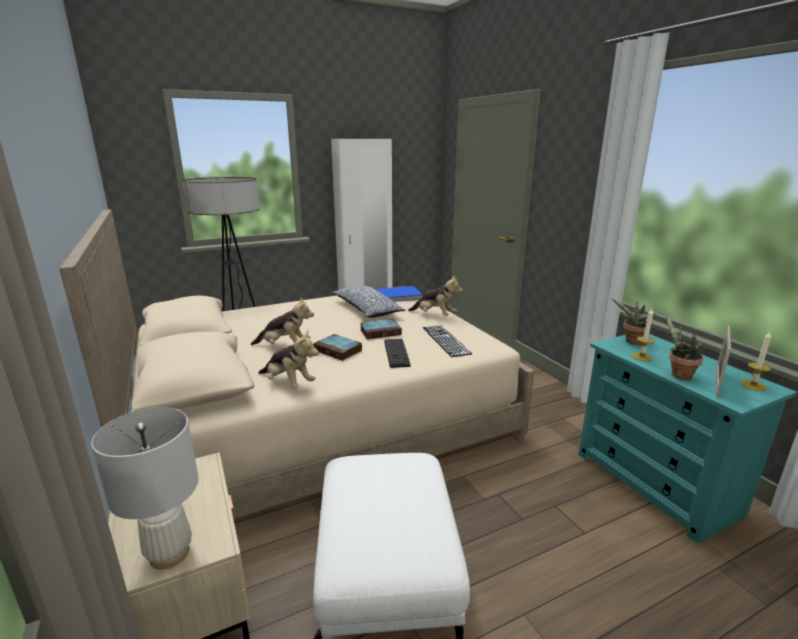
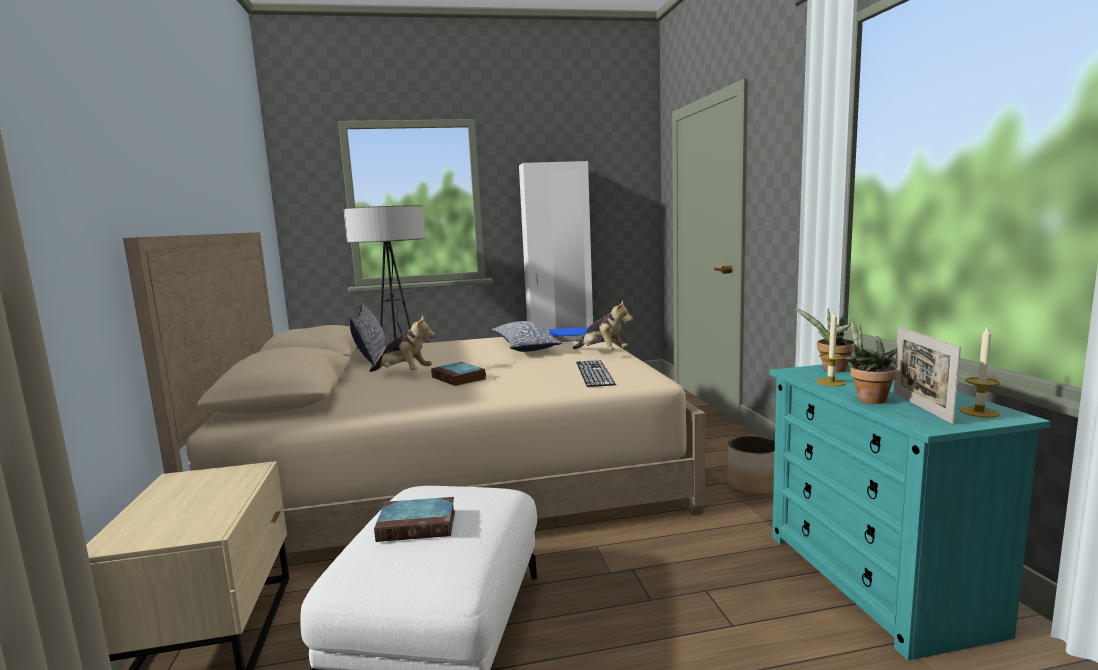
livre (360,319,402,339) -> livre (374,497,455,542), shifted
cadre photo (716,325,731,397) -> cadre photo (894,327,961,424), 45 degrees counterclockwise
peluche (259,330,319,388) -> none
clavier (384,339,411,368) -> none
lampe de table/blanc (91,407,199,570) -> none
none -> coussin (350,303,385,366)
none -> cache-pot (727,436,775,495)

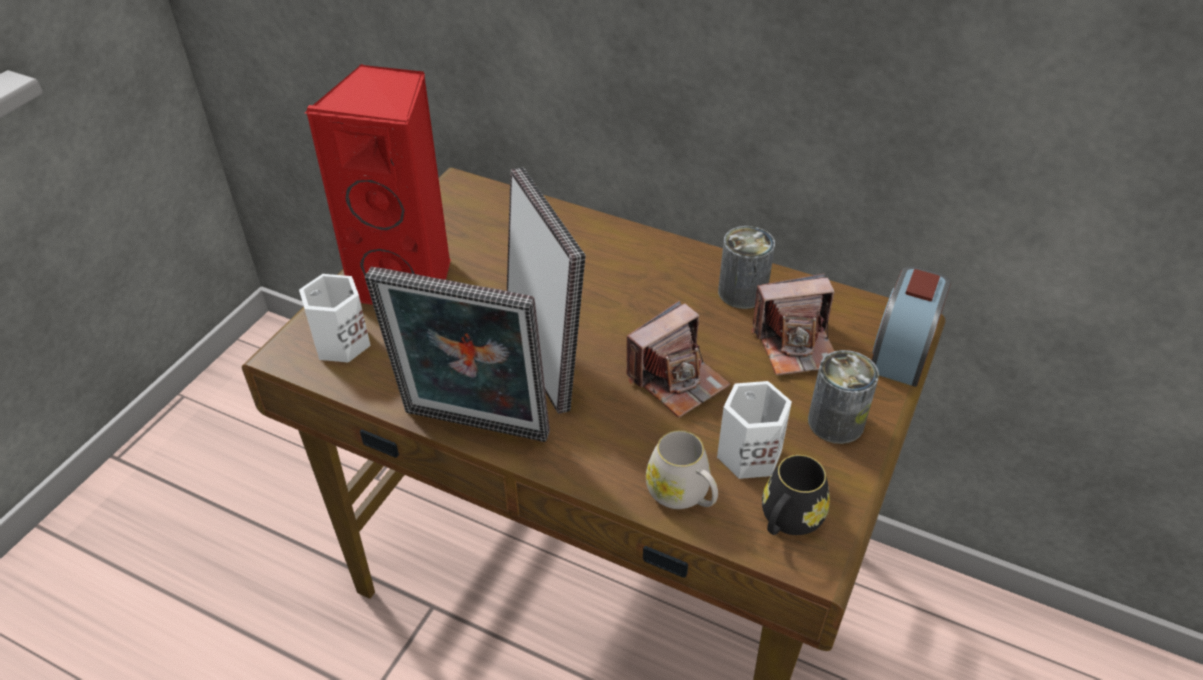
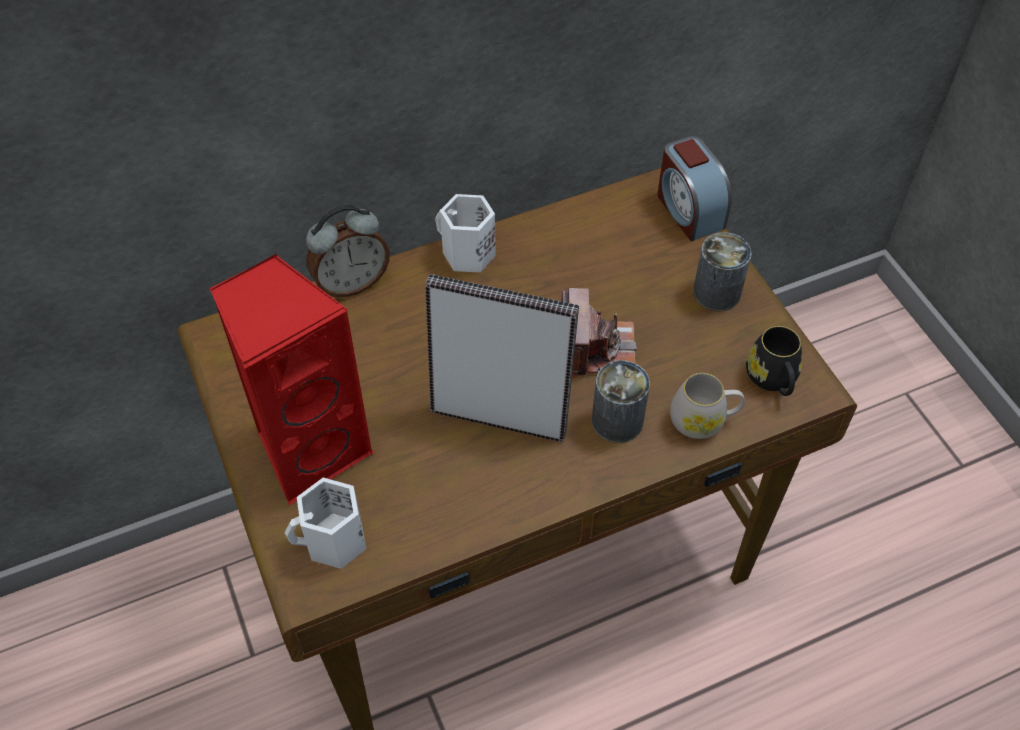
boîte métallique (718,226,775,309) -> boîte métallique (592,360,650,443), shifted
cadre photo (365,267,550,442) -> none
appareil photo (751,274,834,375) -> none
mug/blanc (717,381,792,479) -> mug/blanc (435,194,496,273), shifted
none -> réveil (306,205,390,297)

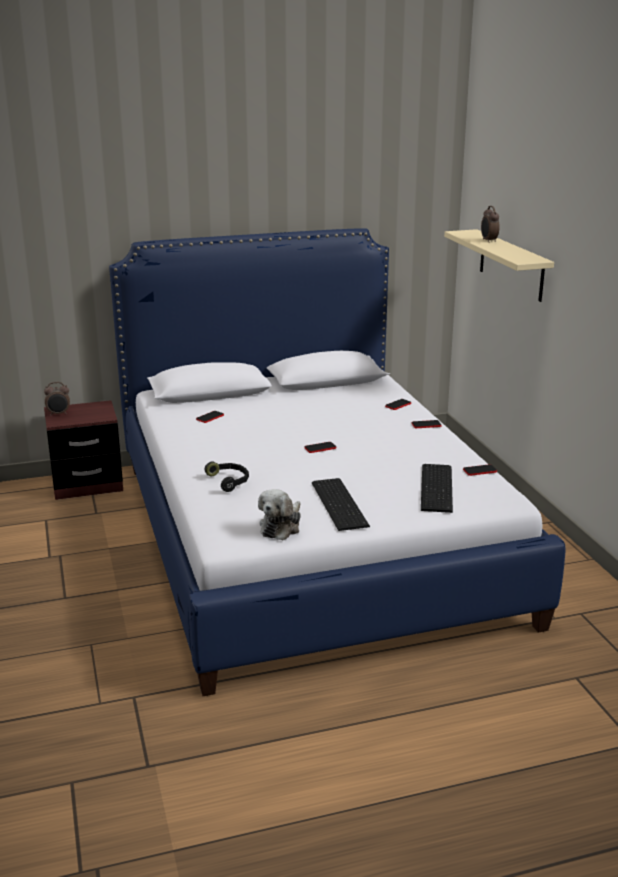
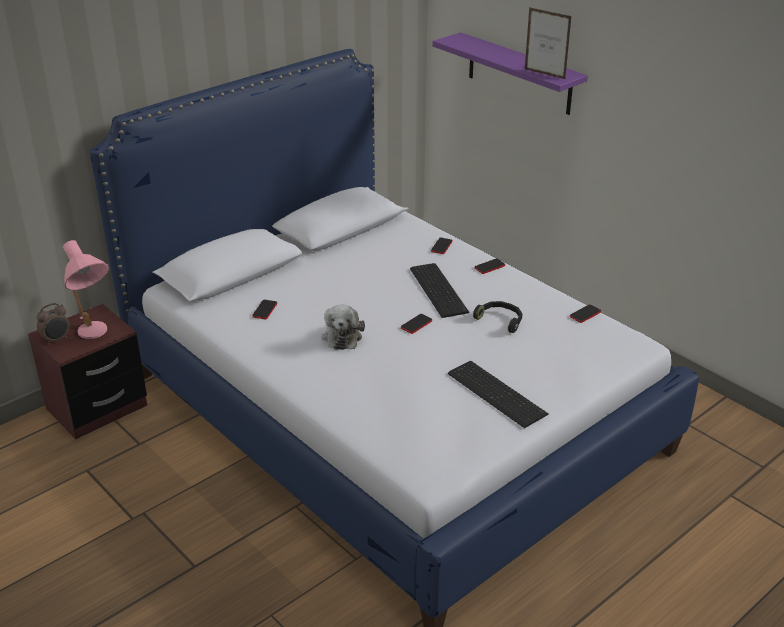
réveil (481,206,499,243) -> none
étagère/beige (444,229,554,302) -> étagère/violet (432,32,588,115)
casque audio/noir (205,462,249,492) -> casque audio/noir (473,301,523,333), shifted
clavier (421,464,453,513) -> clavier (410,263,470,318), shifted
peluche (258,489,301,540) -> peluche (322,304,365,350), shifted
none -> cadre photo (525,7,572,79)
none -> lampe de table/rose (63,240,109,339)

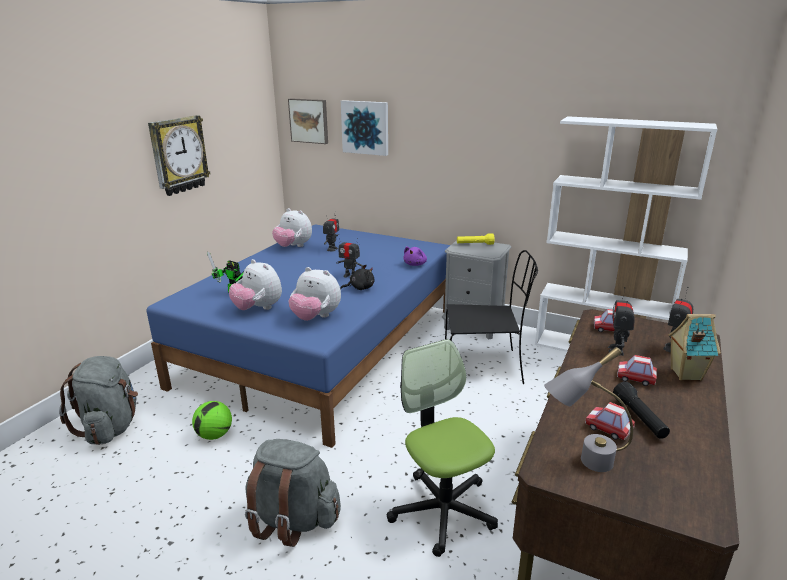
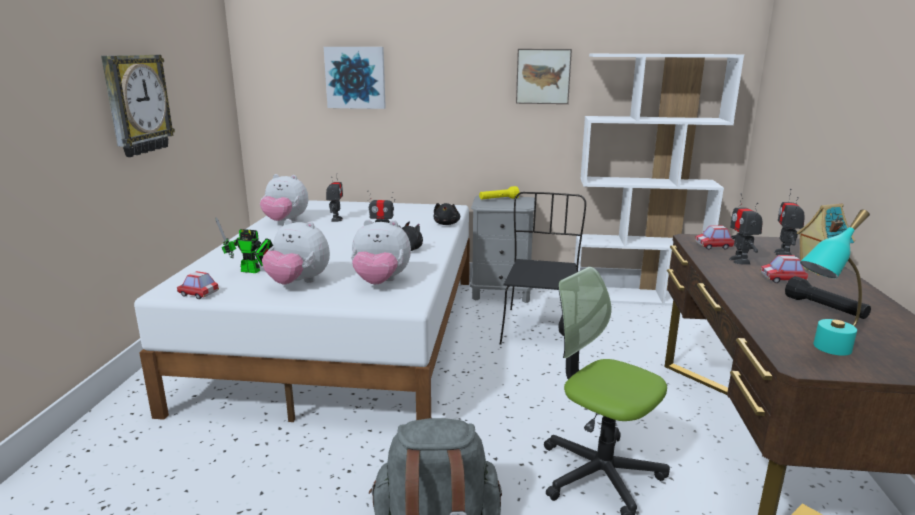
tableau (288,98,328,144) -> tableau (516,49,572,104), shifted
lit/bleu (147,225,451,448) -> lit/blanc (134,200,470,422)
peluche/violet (404,246,427,266) -> peluche/noir (434,203,460,225)
chaise/noir (445,250,538,384) -> chaise/noir (500,192,586,345), 60 degrees counterclockwise
lampe de table/gris (544,347,633,472) -> lampe de table/turquoise (800,210,870,356)
sac à dos/gris (59,356,138,445) -> none
ballon de foot (192,401,232,440) -> none
petite voiture (585,402,635,440) -> petite voiture (177,271,219,299), shifted

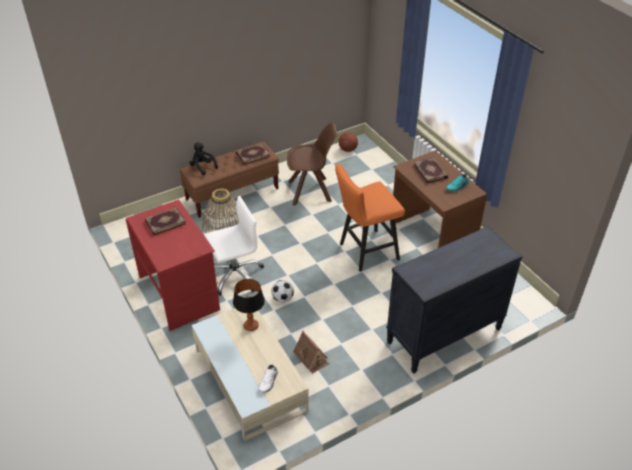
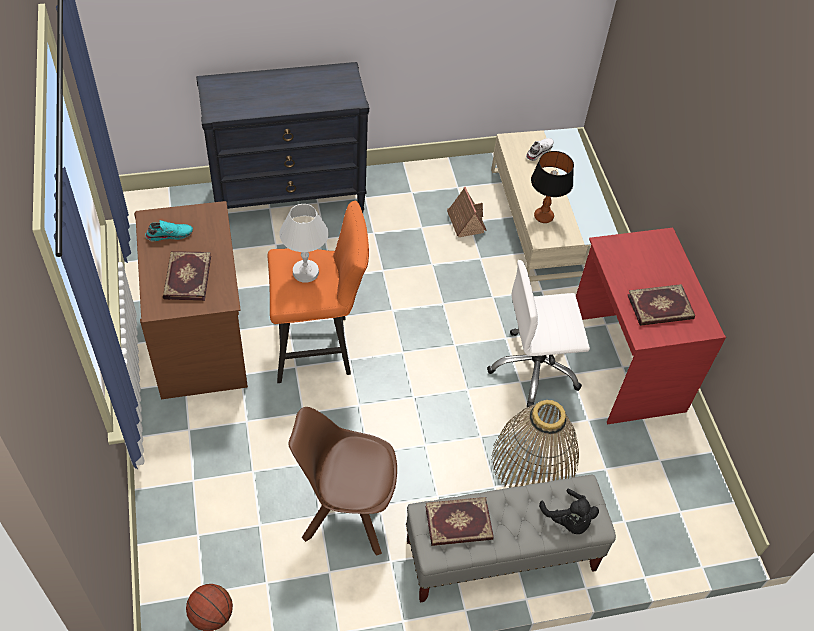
banc/marron (180,142,279,218) -> banc/gris (406,475,616,603)
ballon de foot (271,280,294,303) -> none
none -> lampe de table/blanc (279,204,329,283)

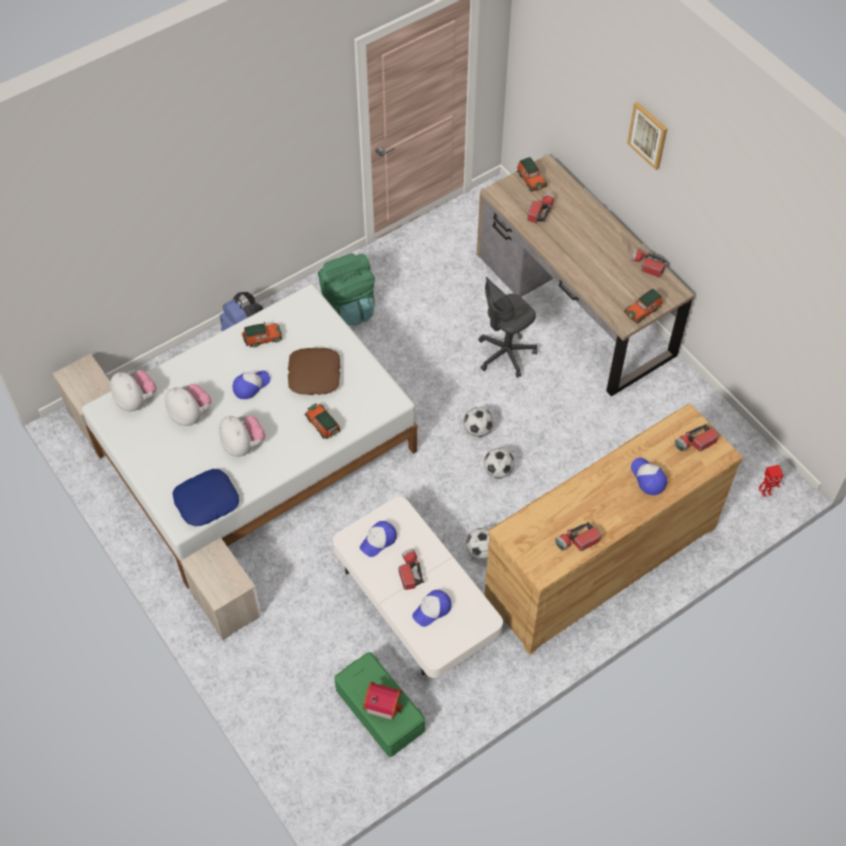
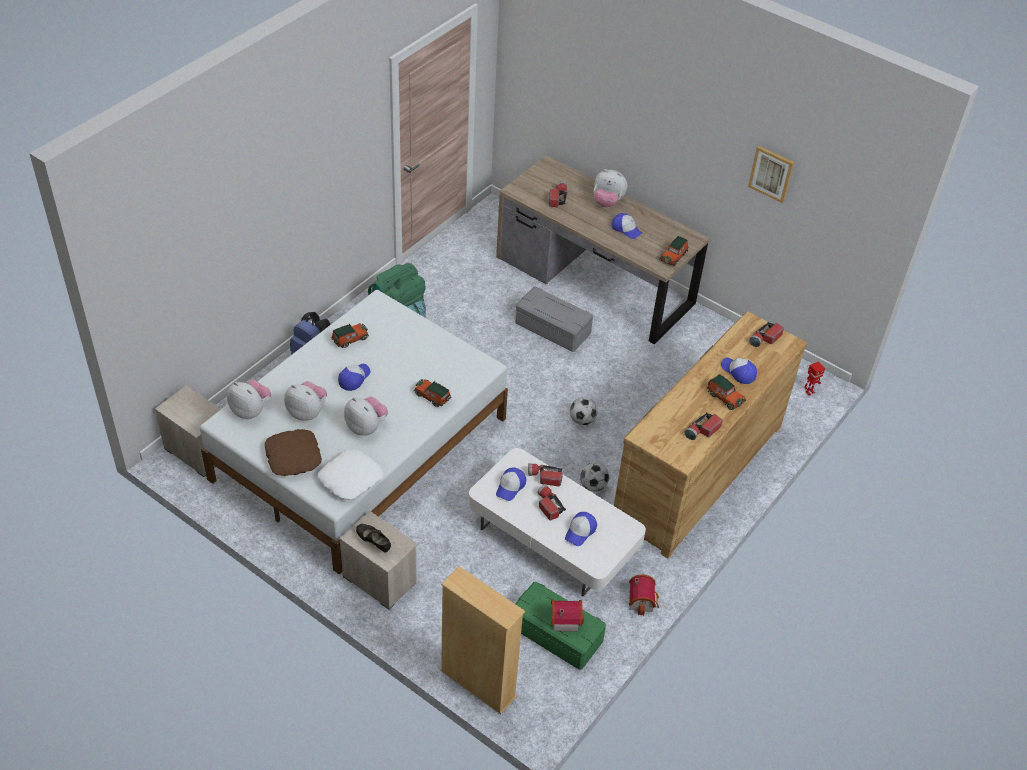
tableau (627,102,668,170) -> tableau (748,146,794,203), shifted
petite voiture (517,157,547,192) -> petite voiture (707,374,746,410), shifted
lampe de poche (632,249,667,277) -> lampe de poche (528,463,563,486), shifted
chaise de bureau/gris (478,277,538,378) -> boîte de rangement/gris (515,287,593,352)
coussin/marron (288,348,340,395) -> coussin/marron (264,429,322,476), shifted
ballon de foot (464,407,493,437) -> none
coussin/bleu (172,469,239,526) -> coussin/blanc (318,449,383,500)
none -> peluche (594,169,627,207)
none -> casquette (612,213,642,239)
none -> chaussure/noir (356,524,391,553)
none -> bibliothèque/beige (440,566,525,714)
none -> maison miniature (629,574,659,616)

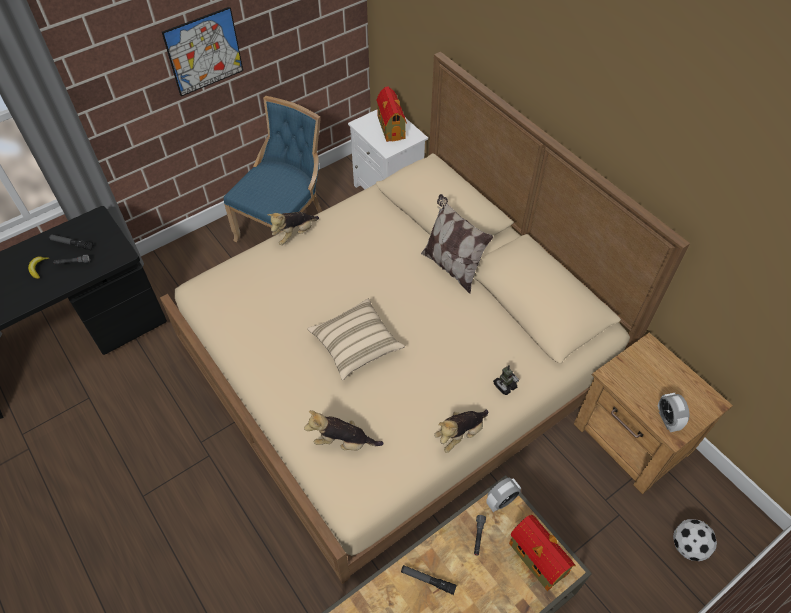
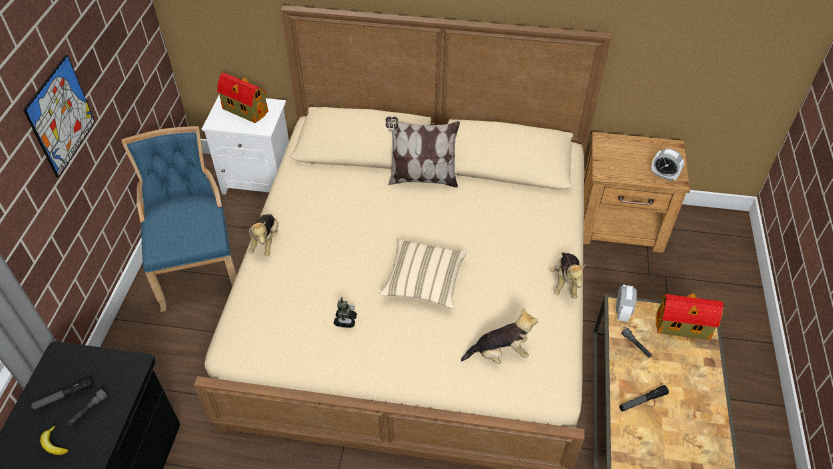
robot jouet (493,365,519,395) -> robot jouet (334,297,357,328), shifted
peluche (304,410,383,450) -> peluche (461,308,538,364), 150 degrees counterclockwise
ballon de foot (673,519,717,561) -> none

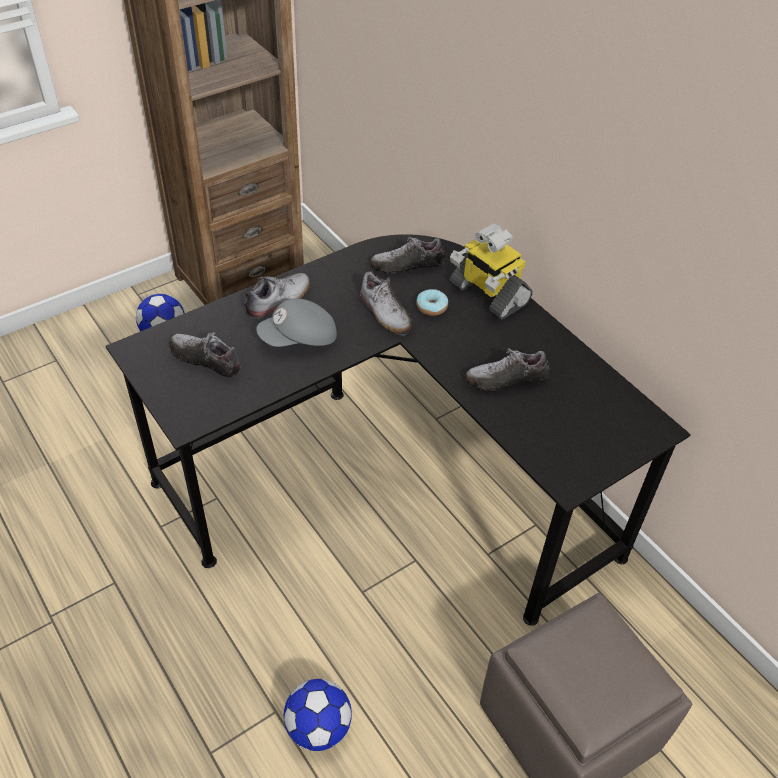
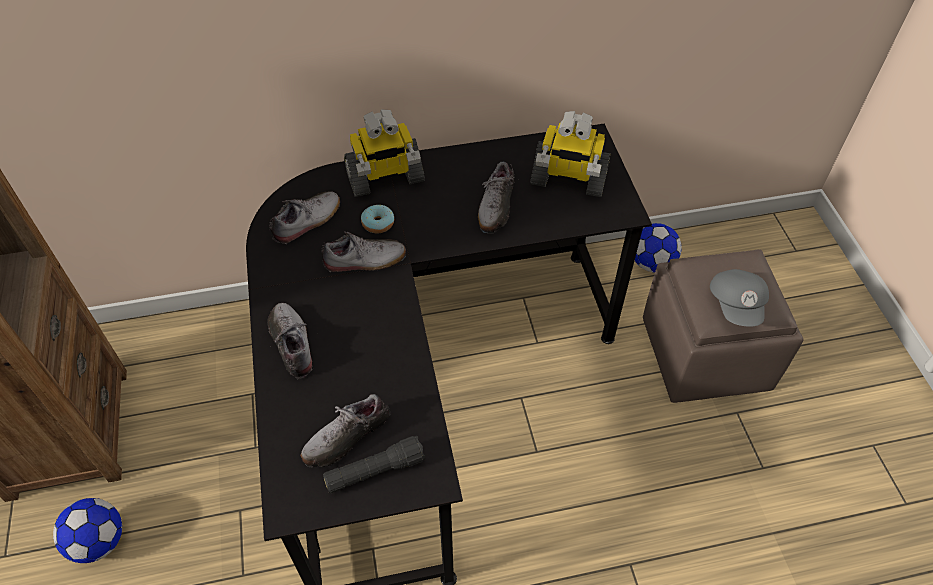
chaussure (370,237,445,273) -> chaussure (269,191,340,244), 150 degrees counterclockwise
casquette/gris (256,298,337,347) -> casquette/gris (710,269,769,327), shifted
ballon de foot (284,679,352,751) -> ballon de foot (635,223,682,272), shifted
none -> robot jouet (530,111,610,197)
none -> lampe de poche/noir (323,436,426,493)

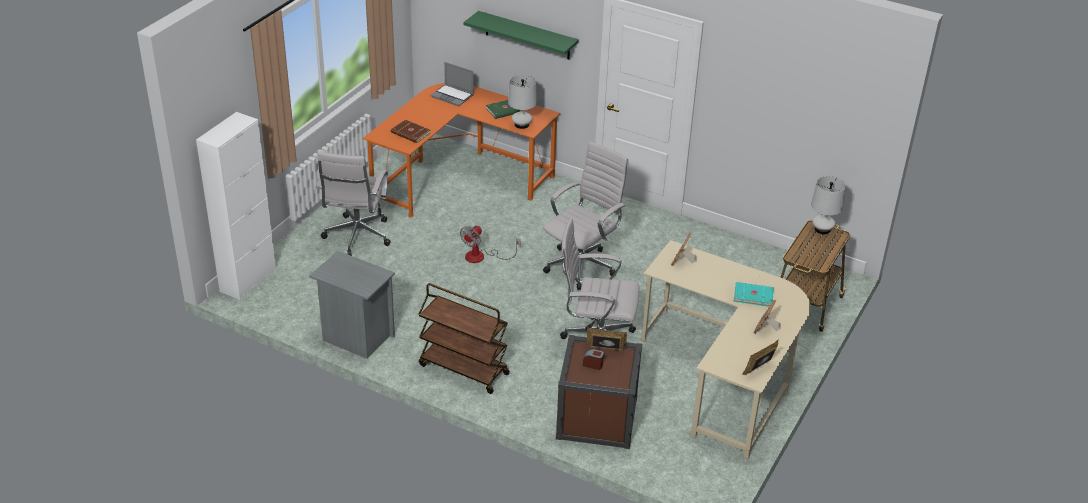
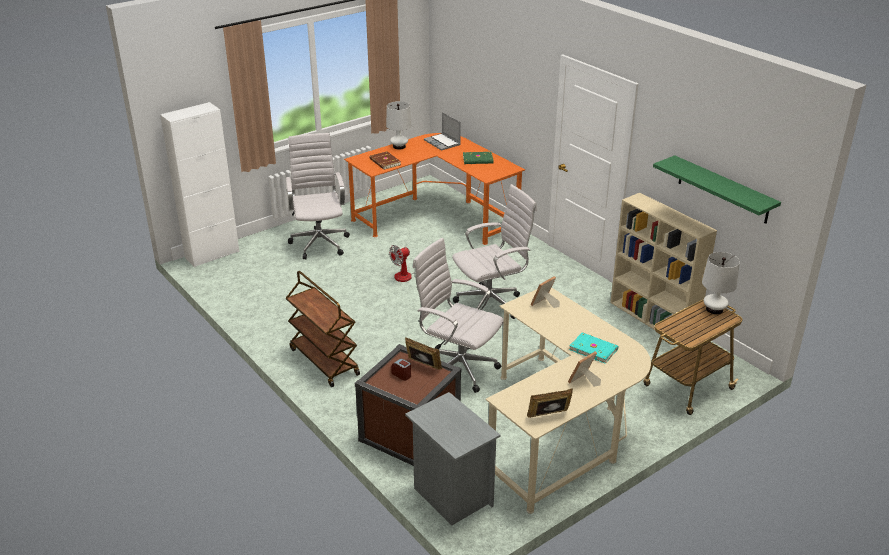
étagère/vert (464,11,579,59) -> étagère/vert (653,155,781,224), shifted
lampe de table/blanc (508,75,537,129) -> lampe de table/blanc (386,101,411,150), shifted
chaise de bureau/blanc (316,151,391,256) -> chaise de bureau/blanc (286,133,350,259), 135 degrees clockwise
table de chevet/gris (309,251,395,359) -> table de chevet/gris (405,392,500,525), shifted
none -> bibliothèque/beige (610,193,717,330)

